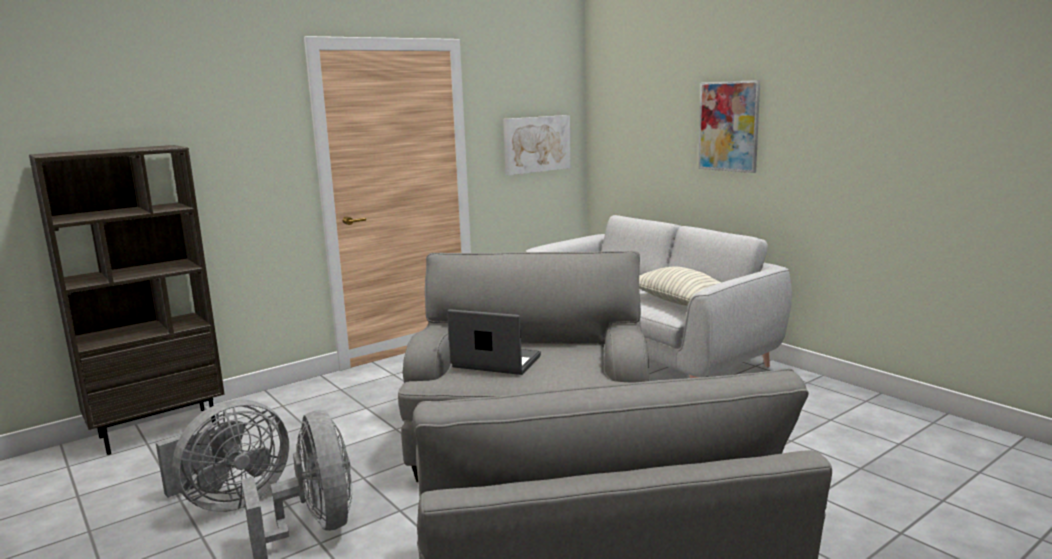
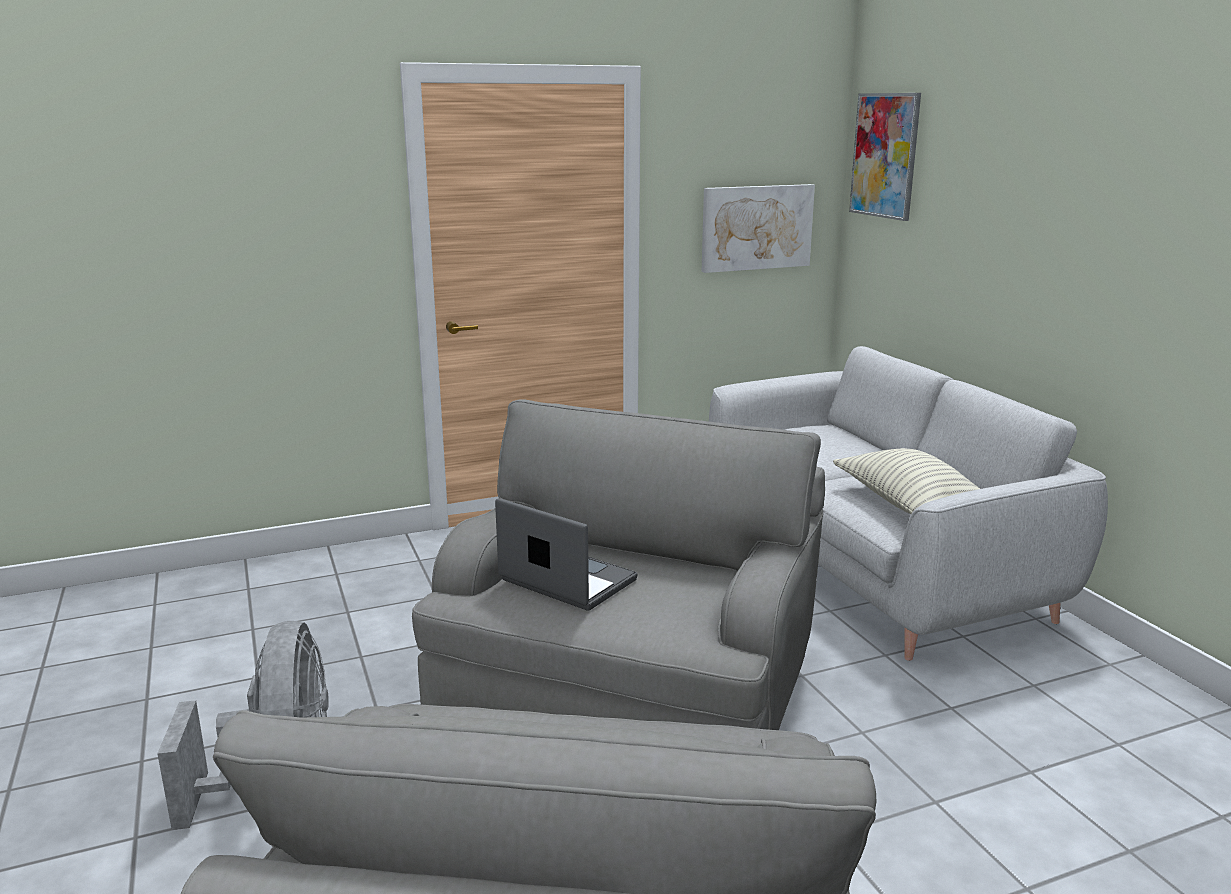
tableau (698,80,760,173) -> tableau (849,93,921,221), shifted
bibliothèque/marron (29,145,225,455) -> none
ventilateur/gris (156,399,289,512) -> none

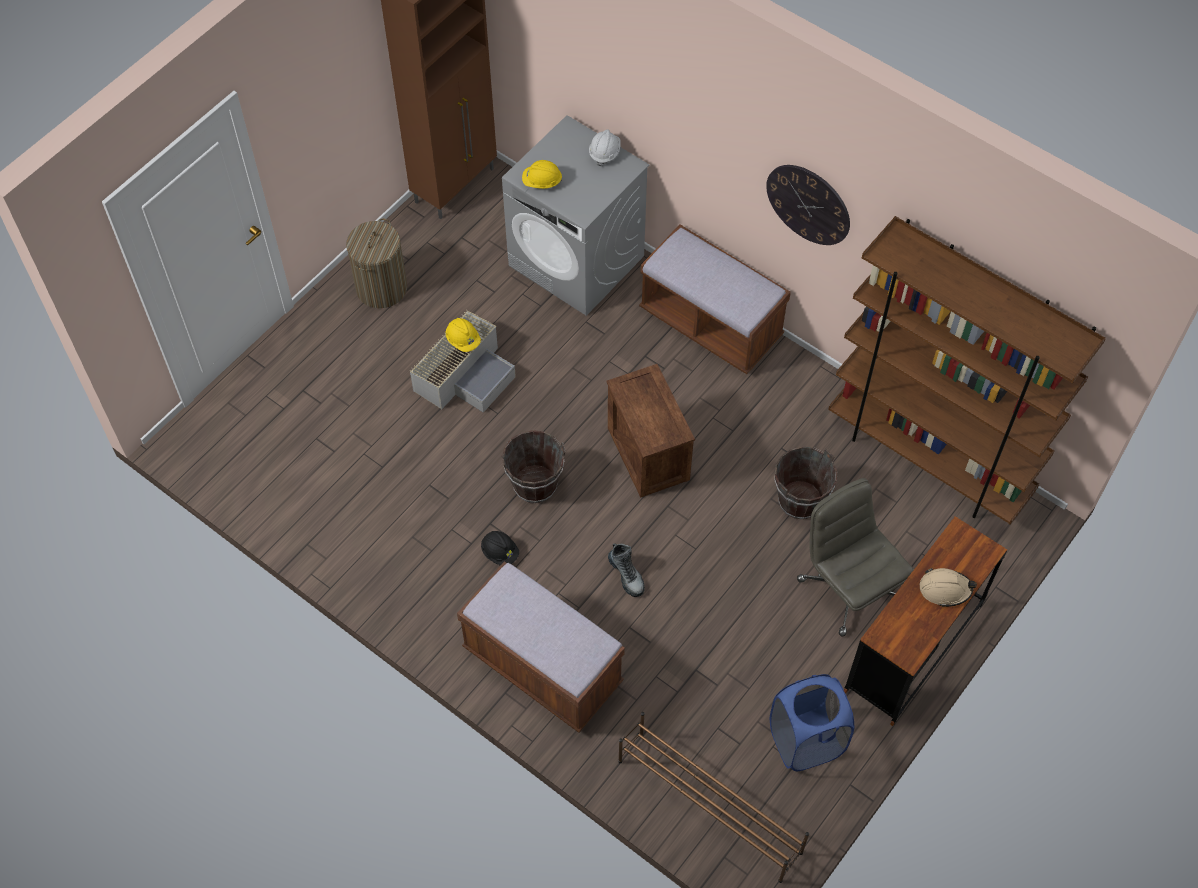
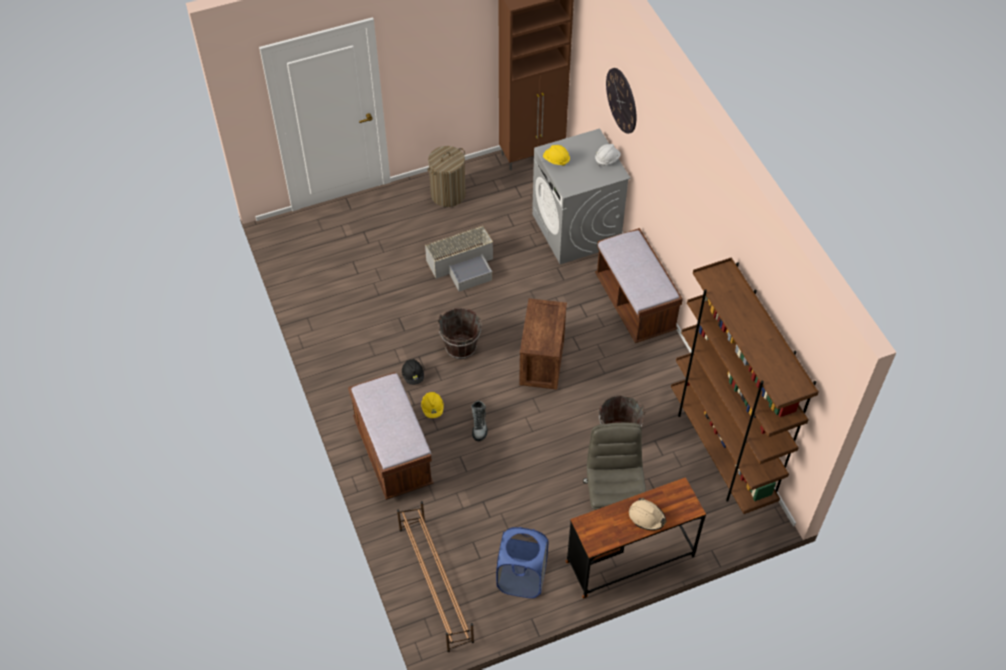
horloge murale (766,165,850,245) -> horloge murale (606,68,636,134), shifted
casque de chantier/jaune (445,318,481,352) -> casque de chantier/jaune (421,392,443,418), shifted

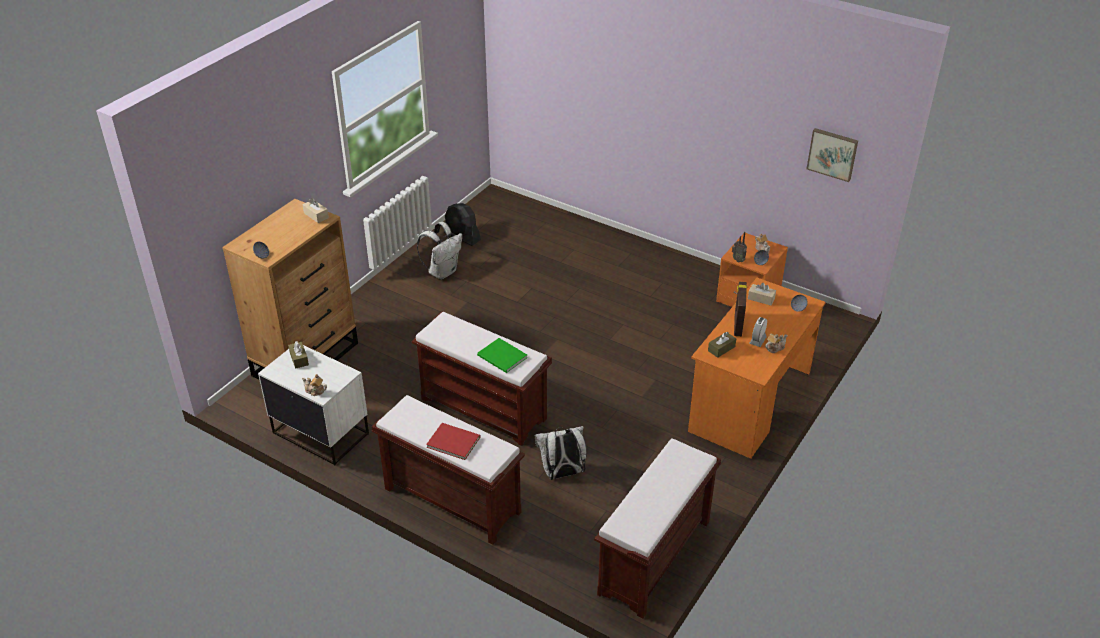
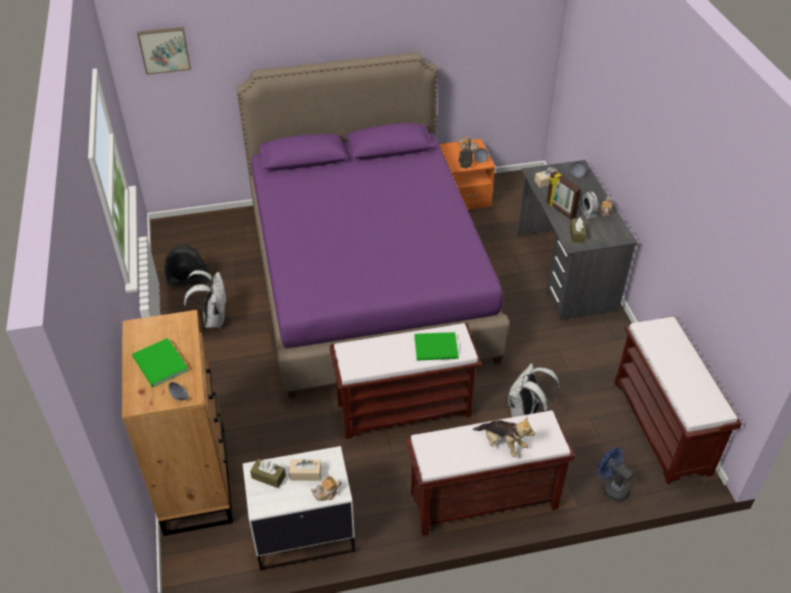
tableau (807,128,858,182) -> tableau (137,27,191,75), shifted
boîte à mouchoirs/beige (303,198,329,223) -> boîte à mouchoirs/beige (289,459,322,481), shifted
bureau/orange (688,278,826,459) -> bureau/gris (518,160,638,320)
livre/rouge (426,423,481,460) -> peluche (473,416,536,457)
none -> lit/violet (236,52,510,399)
none -> livre/vert (132,338,189,387)
none -> ventilateur/bleu (598,447,634,502)

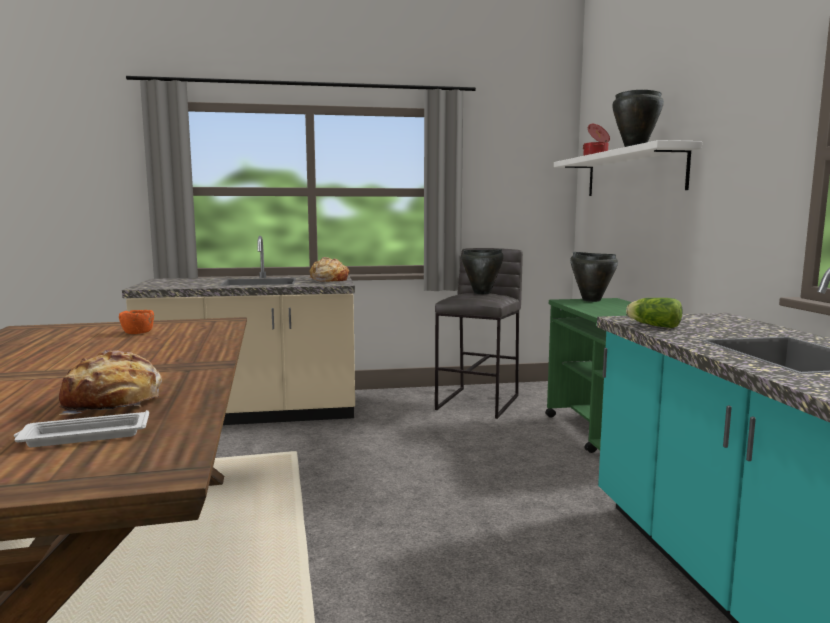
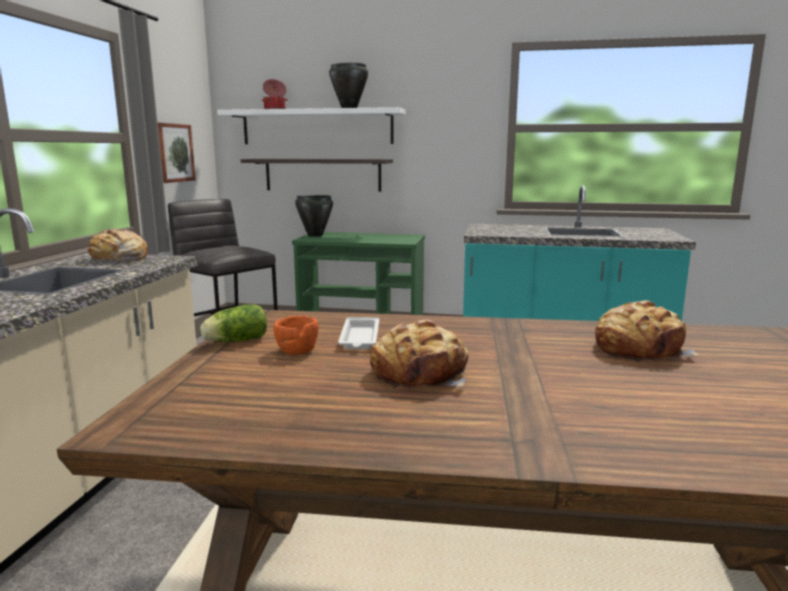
marmite/noir (461,249,504,294) -> none
laitue (626,298,683,328) -> laitue (200,304,267,342), shifted
plateau/blanc (14,410,149,447) -> plateau/blanc (338,317,379,349), shifted
none -> tableau (158,123,196,183)
none -> étagère (241,159,393,192)
none -> pain (370,320,468,388)

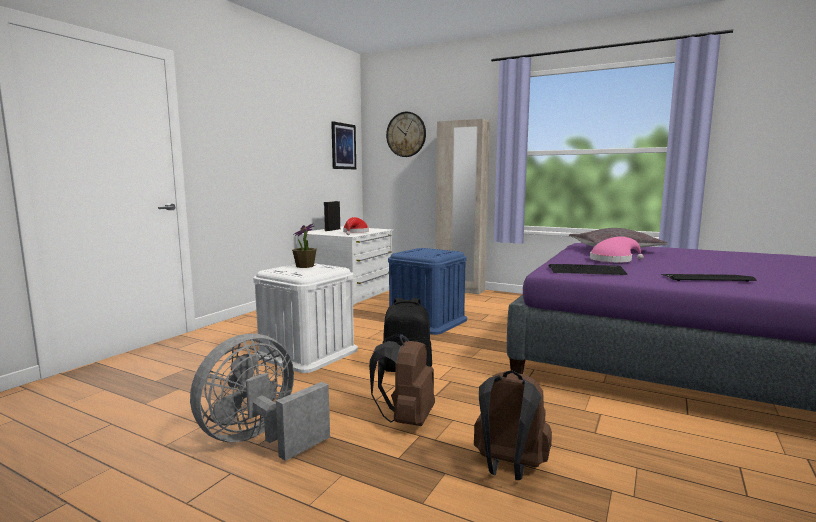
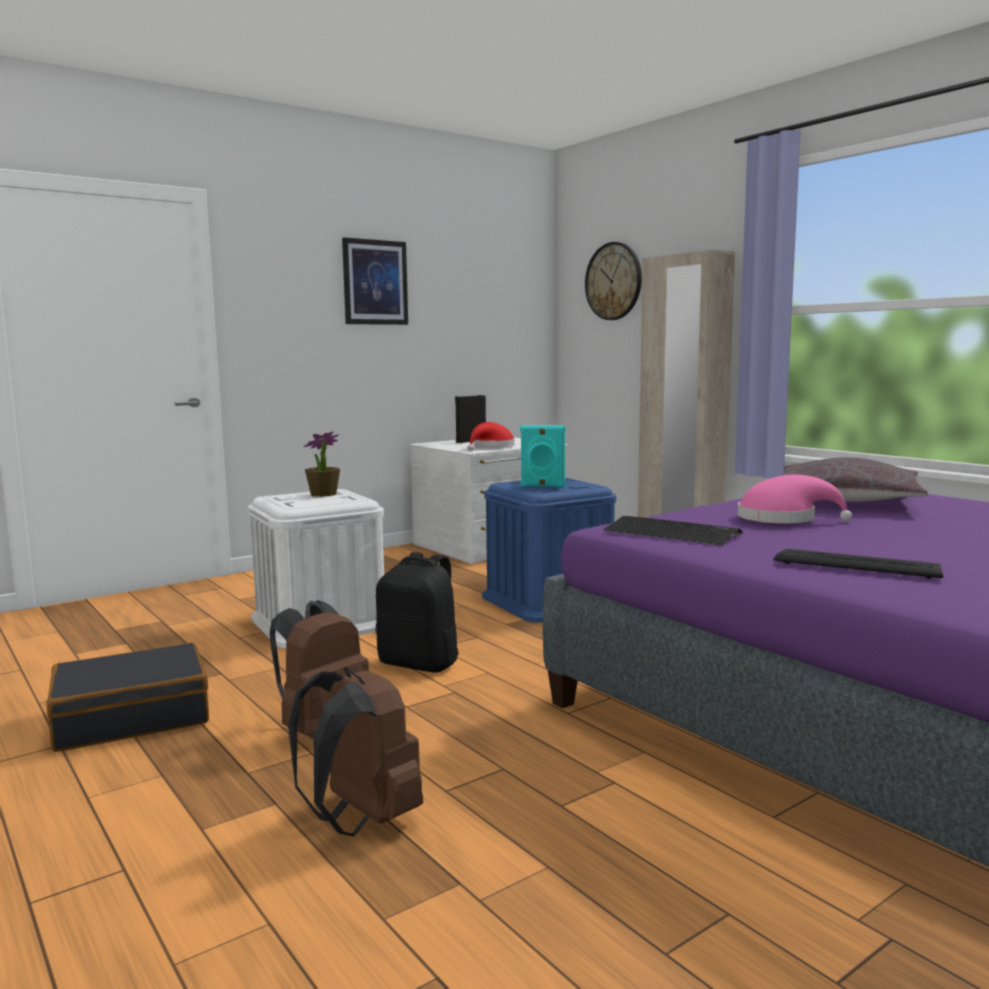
tableau (331,121,356,169) -> tableau (342,237,408,325), shifted
ventilateur/gris (190,334,330,461) -> valise/noir (47,643,209,752)
none -> enceinte/turquoise (520,425,565,488)

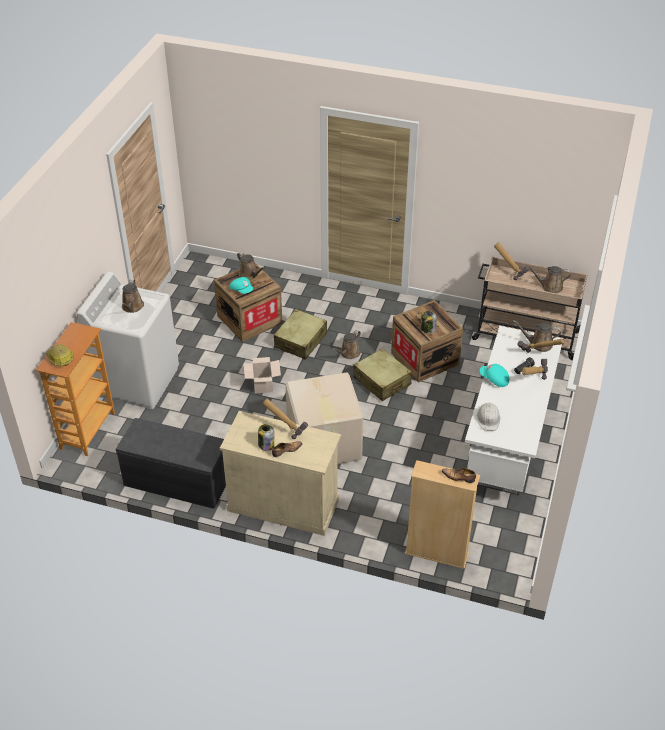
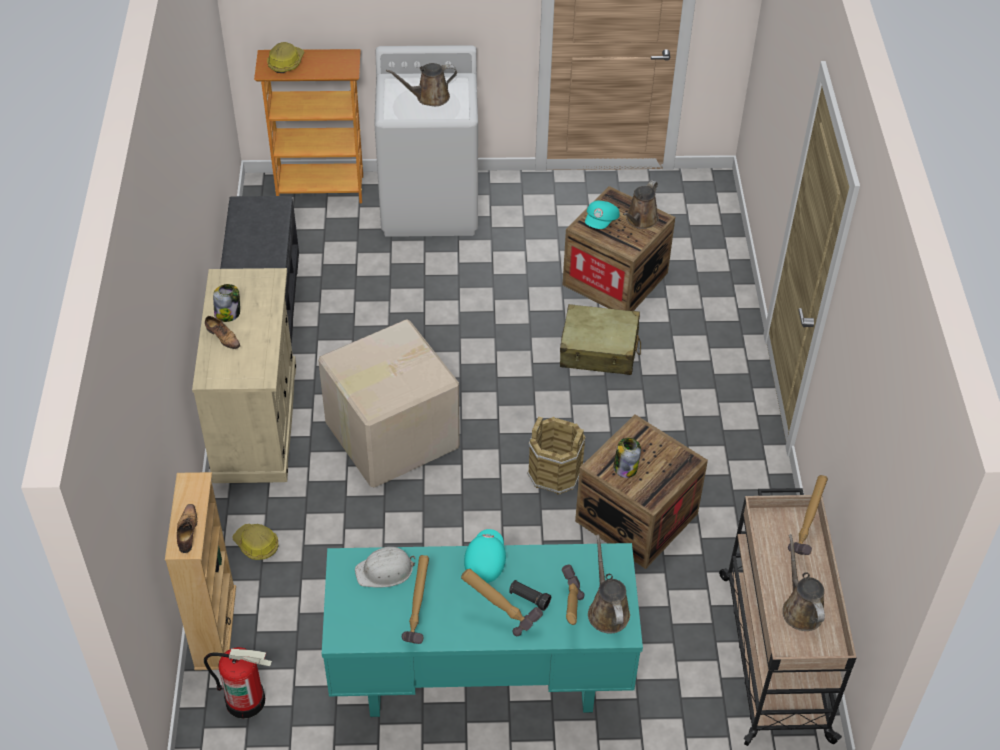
bureau/blanc (465,326,563,495) -> bureau/turquoise (322,543,643,717)
arrosoir/marron (332,330,361,359) -> none
valise/beige (354,348,412,401) -> seau/marron (527,416,586,494)
carton (244,357,281,394) -> none
marteau (262,399,308,439) -> marteau (402,555,429,644), shifted
none -> casque de chantier (232,524,278,560)
none -> extincteur (204,647,272,719)

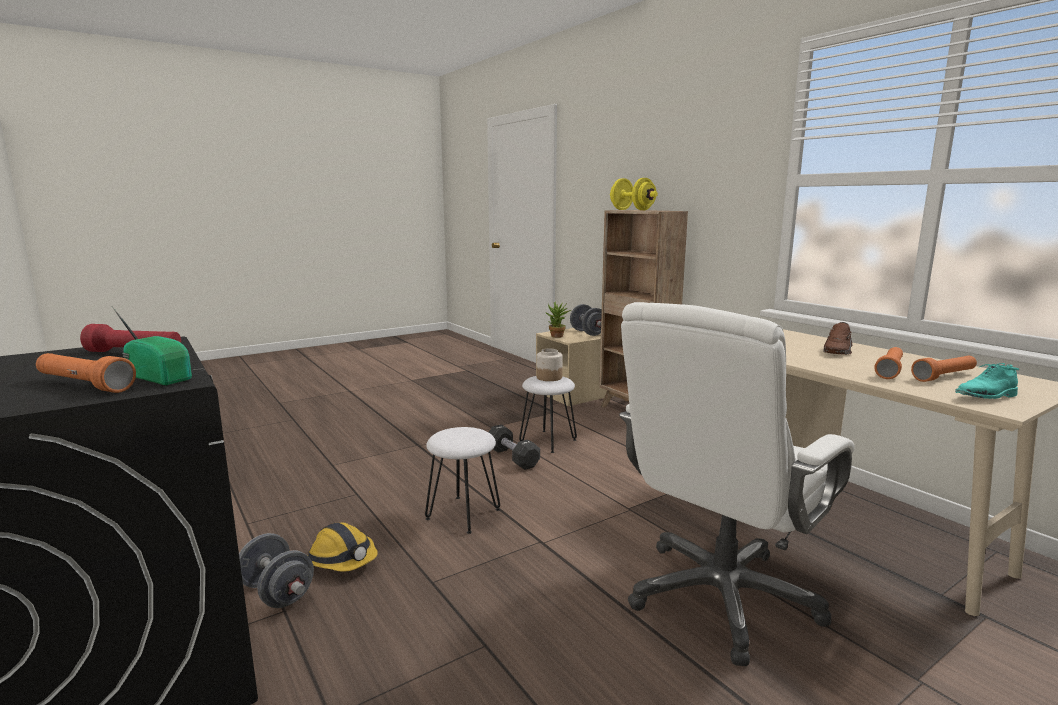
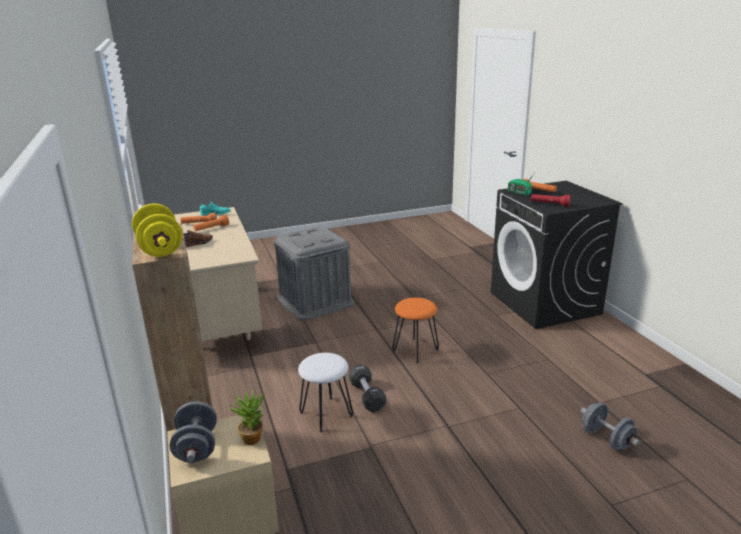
chaise de bureau/blanc (619,302,855,666) -> boîte de rangement/gris (274,226,354,321)
bocal (536,349,563,381) -> none
tabouret/blanc (425,427,500,534) -> tabouret/orange (392,297,439,363)
casque de chantier (307,523,378,572) -> none
haltère/gris (239,533,314,608) -> haltère/gris (581,402,639,450), shifted

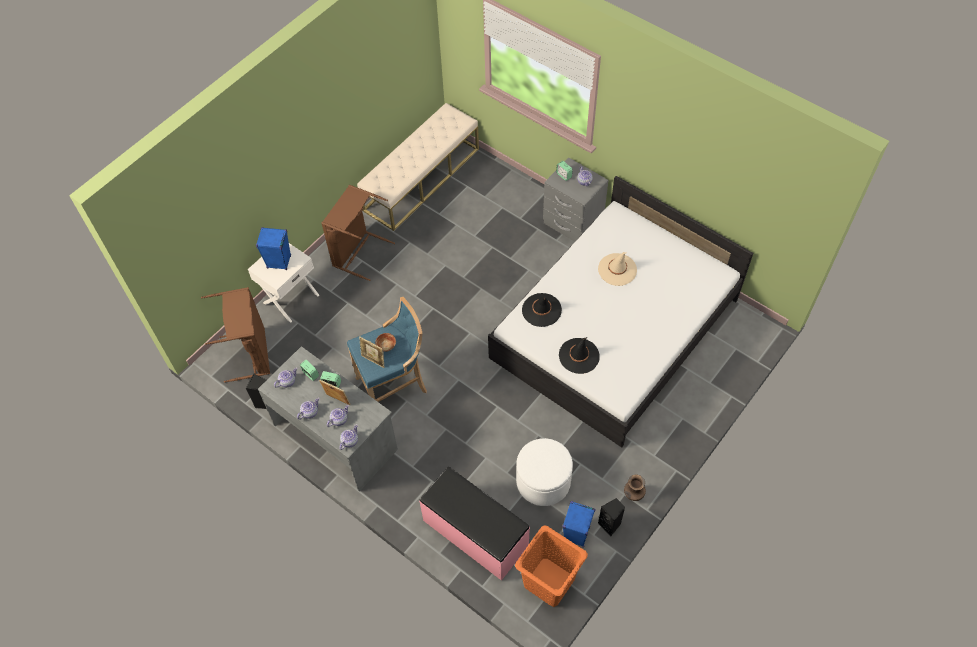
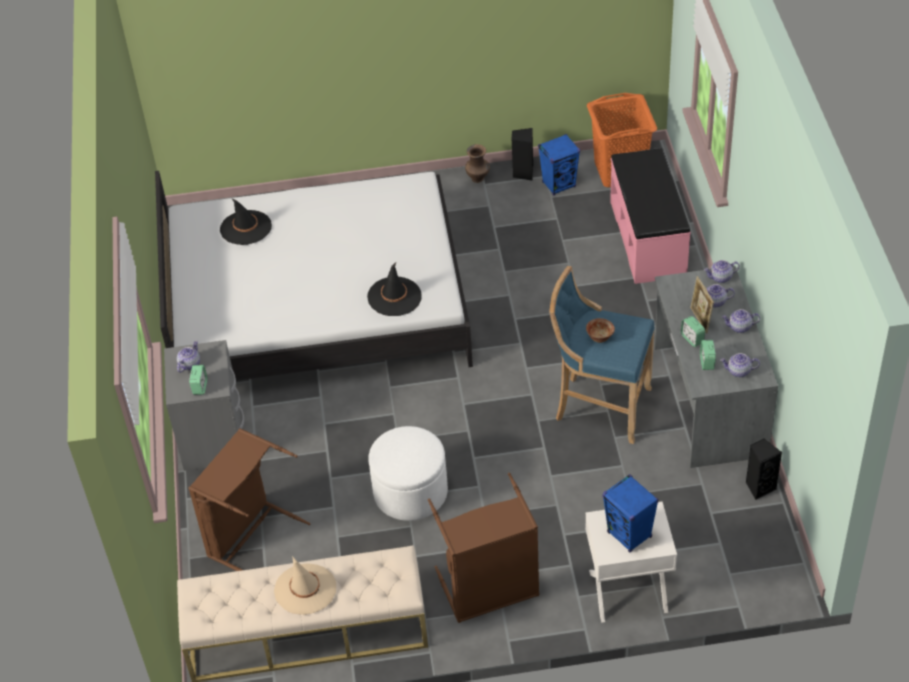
chapeau/beige (598,252,637,286) -> chapeau/beige (274,556,336,615), shifted
panier à linge/marron (201,287,270,383) -> panier à linge/marron (188,428,311,571), shifted
cadre photo (359,337,384,368) -> none
chapeau/noir (559,337,600,374) -> chapeau/noir (220,198,272,245), shifted
pouf/blanc (516,438,573,506) -> pouf/blanc (369,426,448,521), shifted

